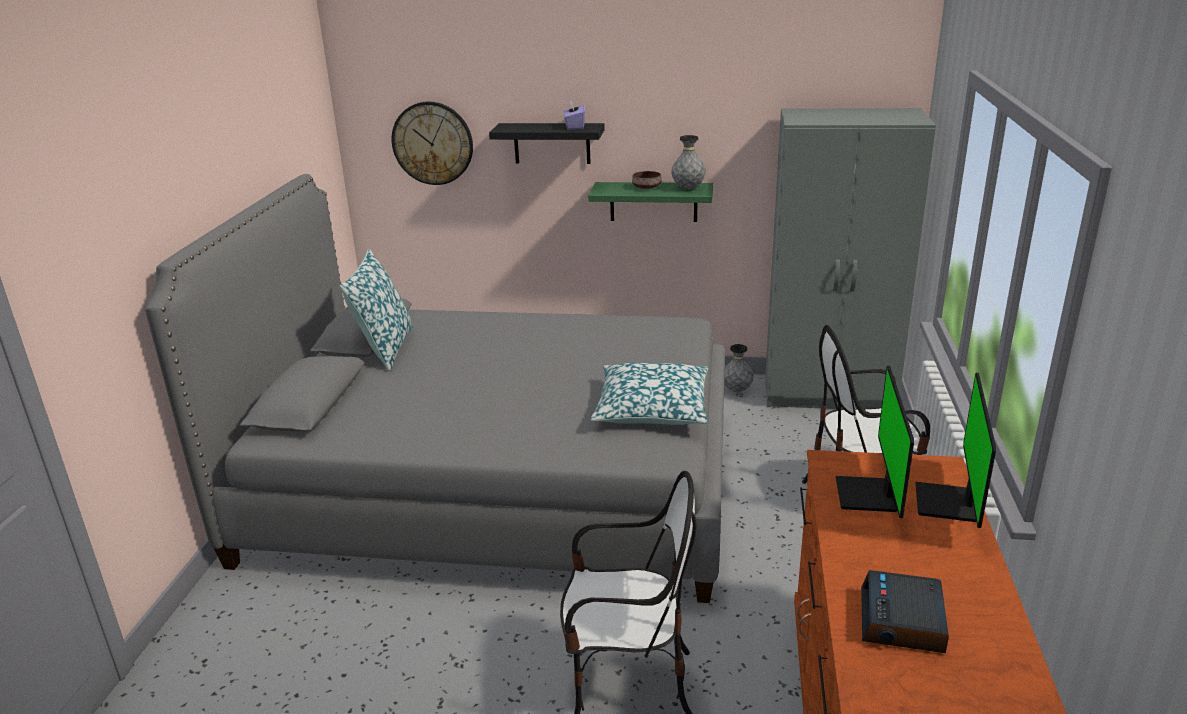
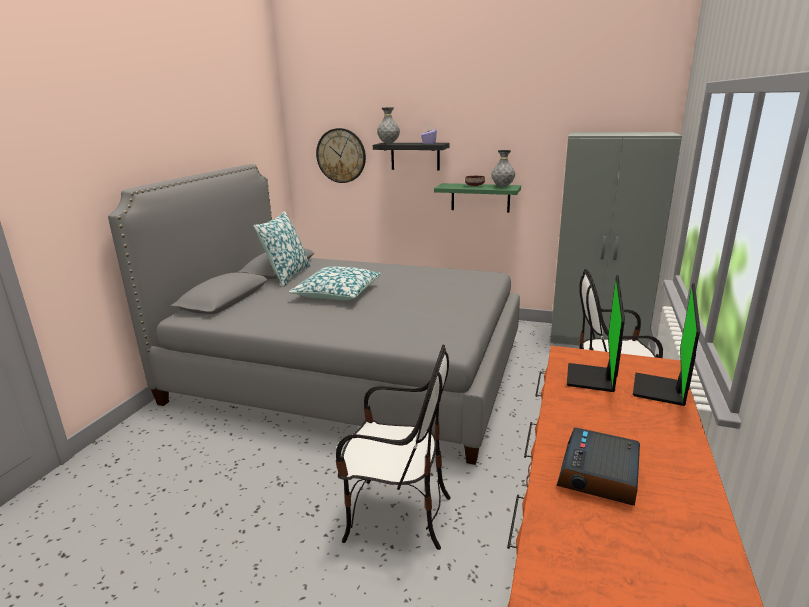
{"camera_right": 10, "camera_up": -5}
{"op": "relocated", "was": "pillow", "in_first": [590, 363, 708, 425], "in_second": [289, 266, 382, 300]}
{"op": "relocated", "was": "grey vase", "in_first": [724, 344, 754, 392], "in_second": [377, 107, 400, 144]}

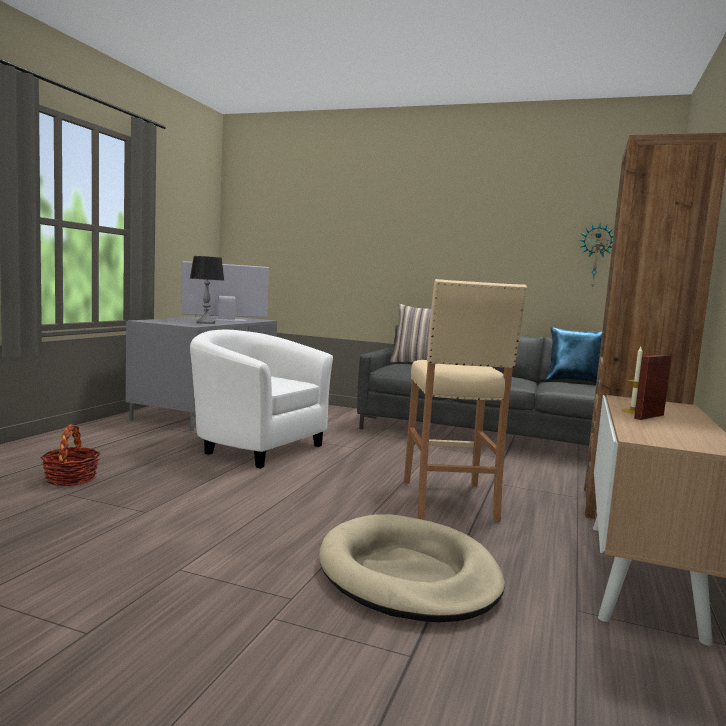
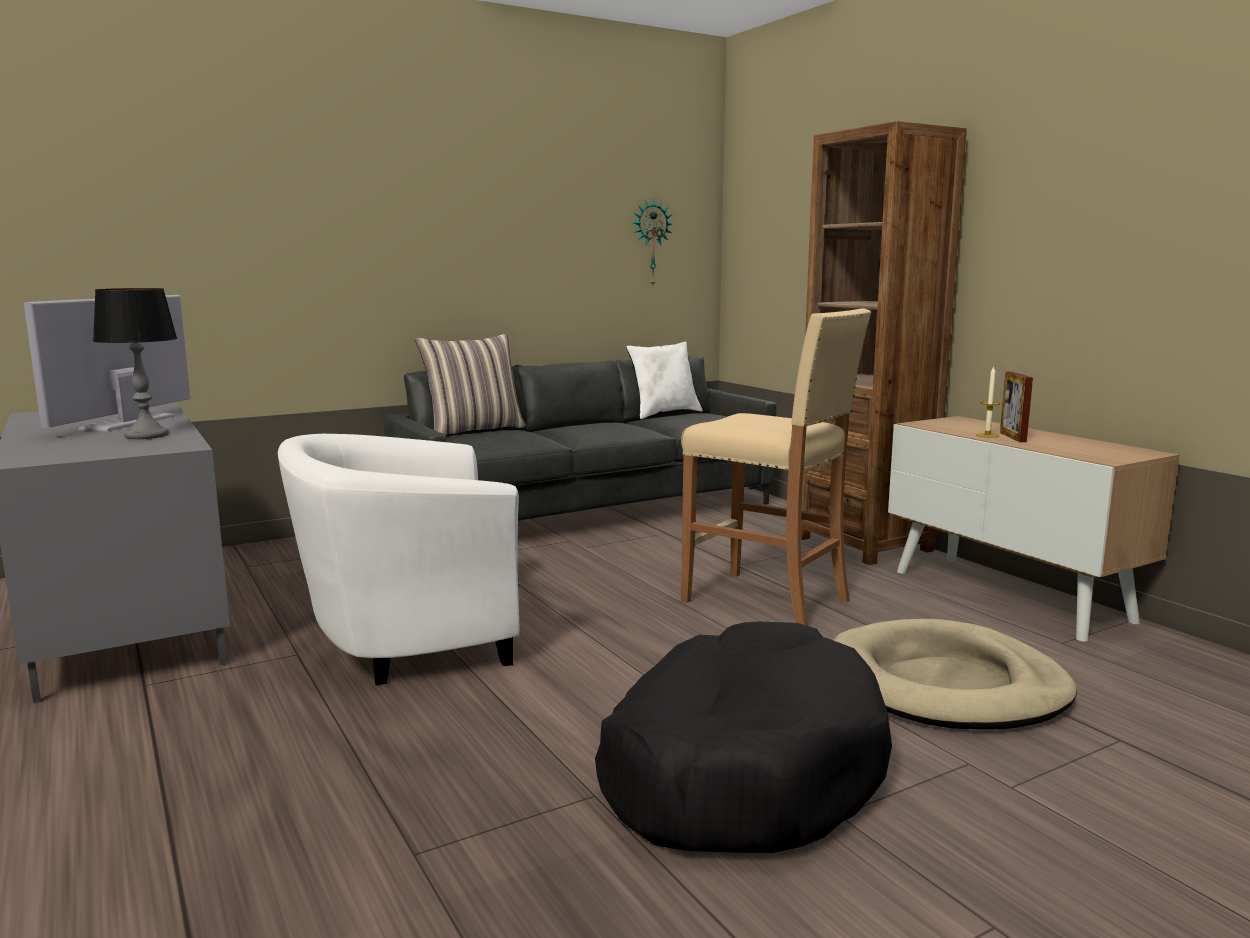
{"camera_right": -50, "camera_up": 5}
{"op": "missing", "was": "basket", "in_first": [40, 424, 101, 486]}
{"op": "colour", "was": "blue pillow", "now": "white pillow", "in_first": [545, 327, 602, 383], "in_second": [626, 341, 703, 419]}
{"op": "appeared", "now": "black dog bed", "in_second": [595, 622, 892, 853]}

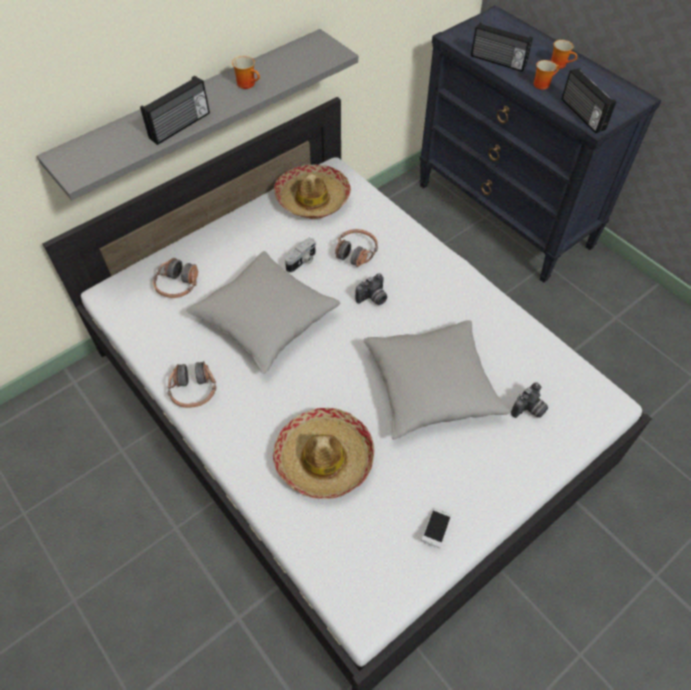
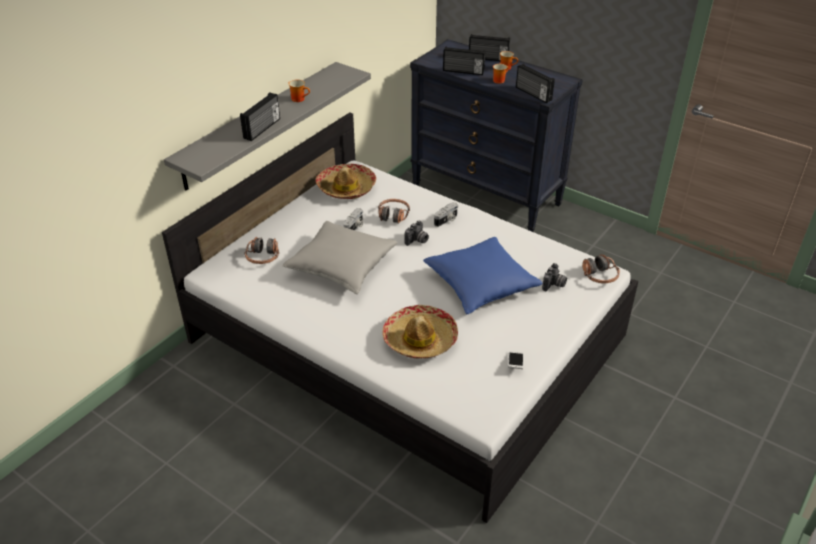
{"camera_right": -15, "camera_up": -15}
{"op": "relocated", "was": "headphones", "in_first": [168, 361, 216, 408], "in_second": [582, 254, 620, 284]}
{"op": "colour", "was": "grey pillow", "now": "blue pillow", "in_first": [363, 320, 510, 440], "in_second": [423, 237, 543, 314]}
{"op": "appeared", "now": "photo camera", "in_second": [434, 202, 458, 227]}
{"op": "appeared", "now": "radio", "in_second": [469, 34, 510, 61]}

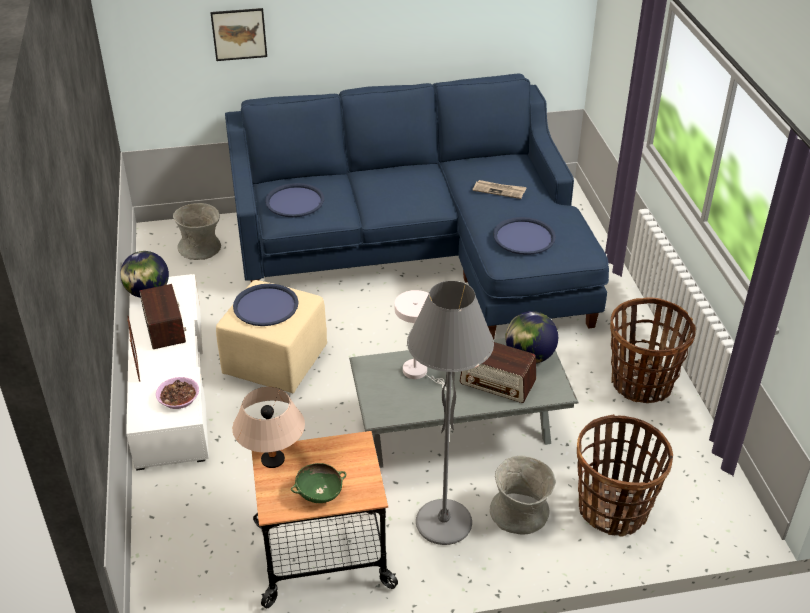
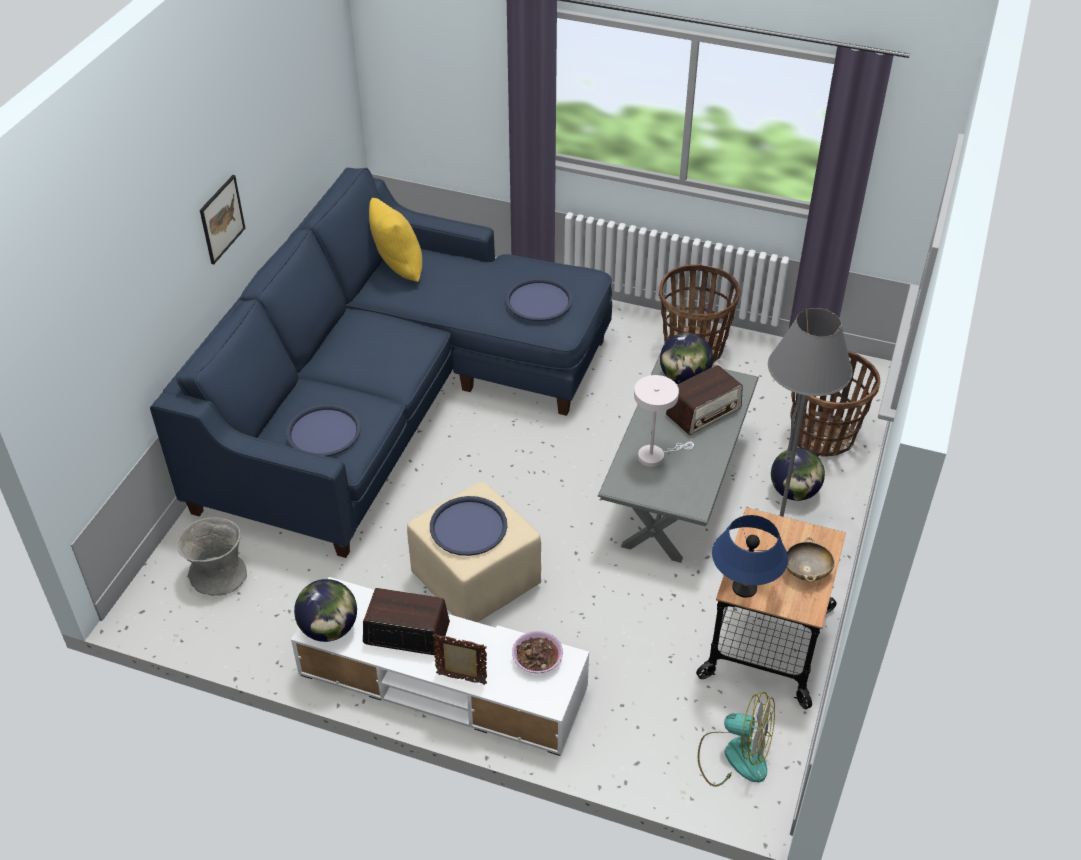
{"camera_right": -60, "camera_up": 5}
{"op": "relocated", "was": "picture", "in_first": [210, 8, 267, 61], "in_second": [200, 175, 245, 264]}
{"op": "colour", "was": "beige table lamp", "now": "blue table lamp", "in_first": [233, 387, 305, 468], "in_second": [712, 515, 788, 598]}
{"op": "colour", "was": "green bowl", "now": "beige bowl", "in_first": [291, 463, 346, 503], "in_second": [787, 537, 835, 582]}
{"op": "missing", "was": "newspaper", "in_first": [472, 180, 527, 199]}
{"op": "exchanged", "was": "grey vase", "now": "globe", "in_first": [490, 456, 555, 535], "in_second": [771, 448, 825, 501]}
{"op": "appeared", "now": "yellow pillow", "in_second": [369, 198, 422, 282]}
{"op": "appeared", "now": "fan", "in_second": [698, 692, 775, 787]}

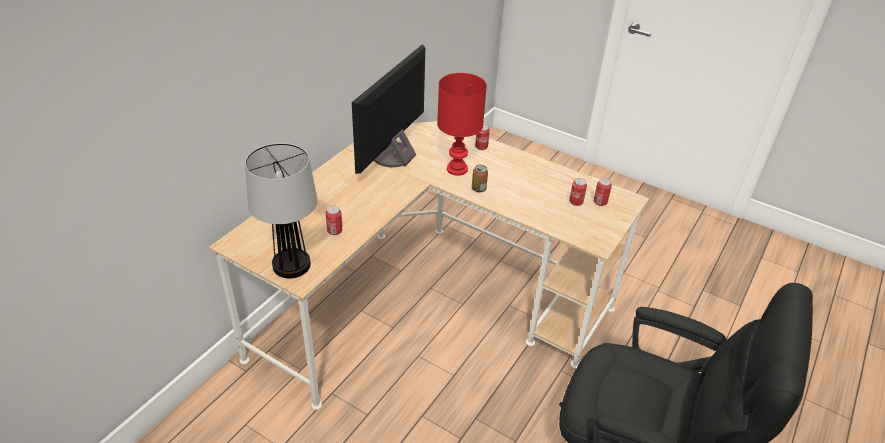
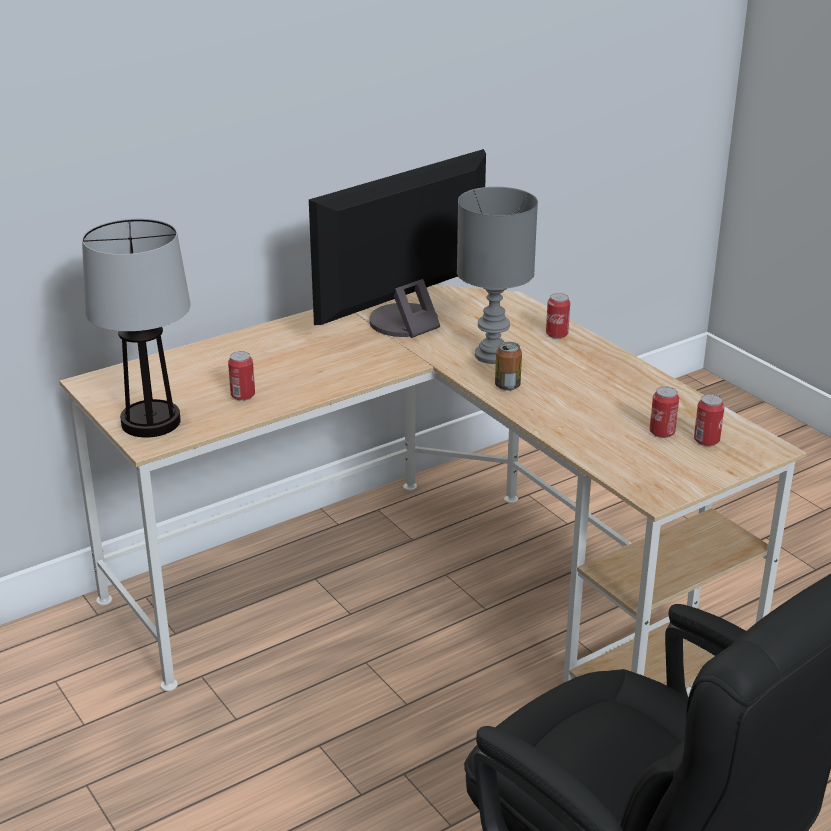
{"camera_right": 25, "camera_up": -10}
{"op": "colour", "was": "red table lamp", "now": "grey table lamp", "in_first": [437, 73, 487, 176], "in_second": [457, 187, 538, 364]}

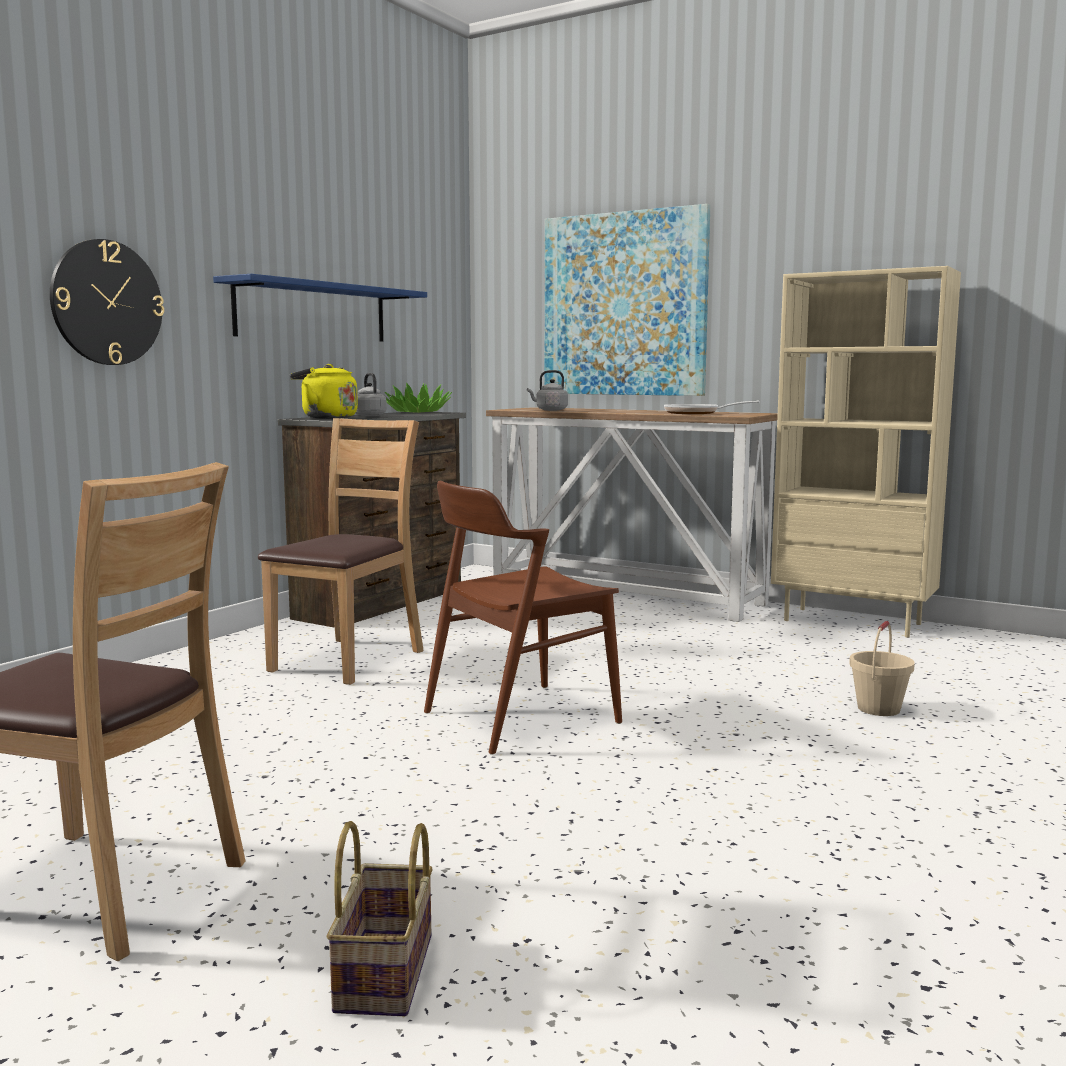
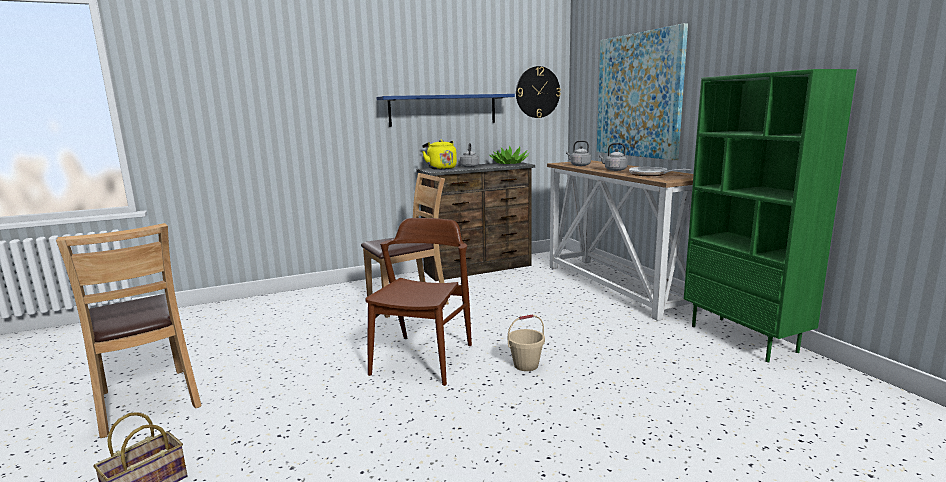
{"camera_right": 35, "camera_up": 5}
{"op": "relocated", "was": "wall clock", "in_first": [50, 239, 164, 365], "in_second": [516, 66, 561, 118]}
{"op": "spun", "was": "brown chair", "in_first": [424, 481, 622, 754], "in_second": [365, 218, 472, 386], "clockwise": 105}
{"op": "colour", "was": "beige bookcase", "now": "green bookcase", "in_first": [771, 266, 961, 638], "in_second": [684, 69, 857, 362]}
{"op": "relocated", "was": "beige bucket", "in_first": [849, 621, 915, 716], "in_second": [508, 314, 545, 371]}
{"op": "appeared", "now": "grey kettle", "in_second": [599, 143, 628, 171]}

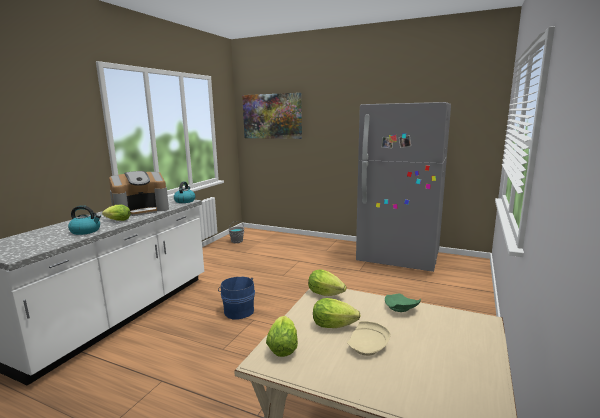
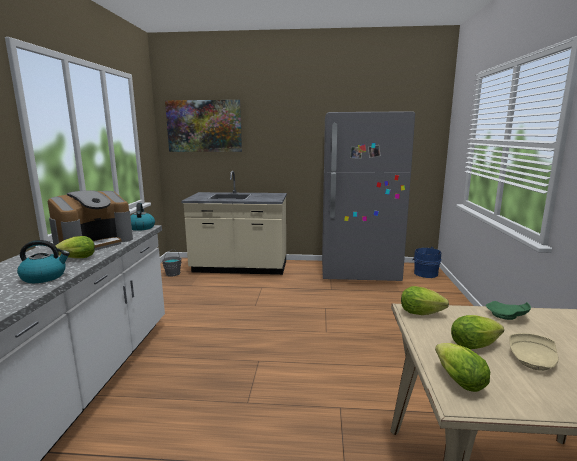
{"camera_right": -20, "camera_up": 0}
{"op": "relocated", "was": "blue bucket", "in_first": [218, 277, 255, 320], "in_second": [412, 247, 441, 278]}
{"op": "appeared", "now": "beige counter", "in_second": [181, 171, 287, 275]}

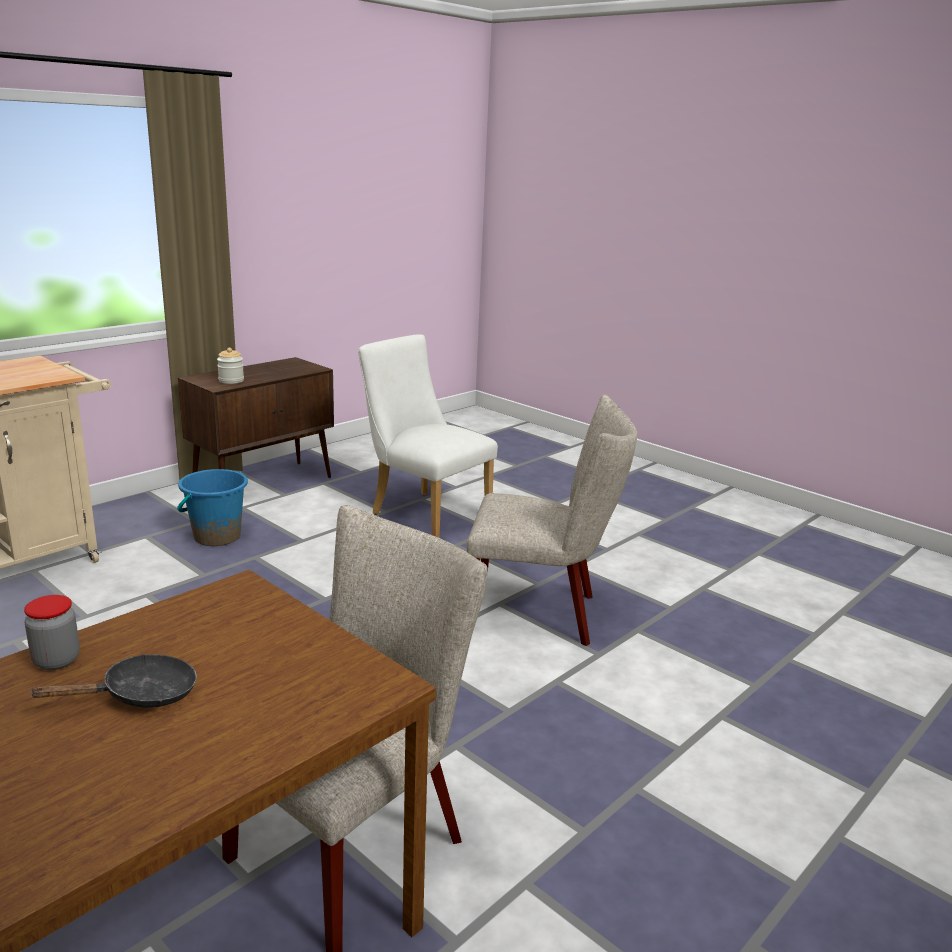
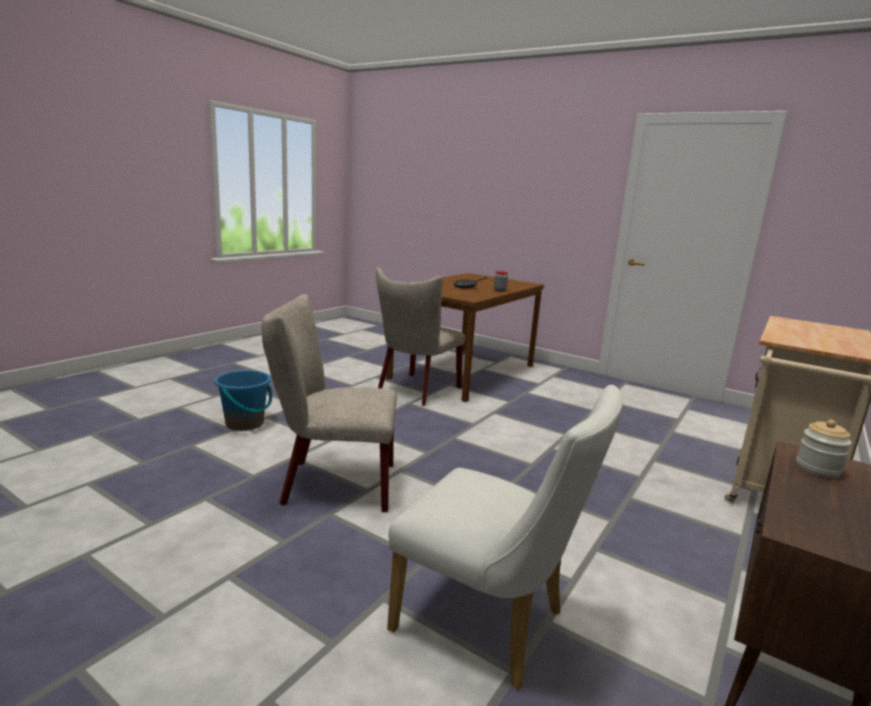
{"camera_right": 170, "camera_up": -5}
{"op": "relocated", "was": "blue bucket", "in_first": [177, 469, 248, 546], "in_second": [215, 370, 272, 431]}

